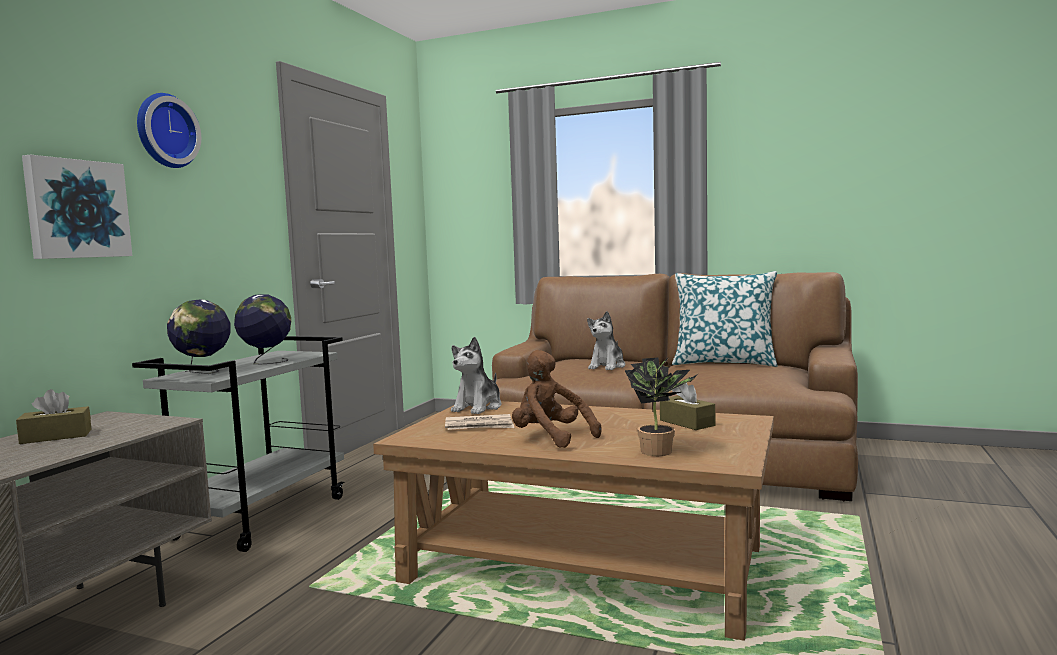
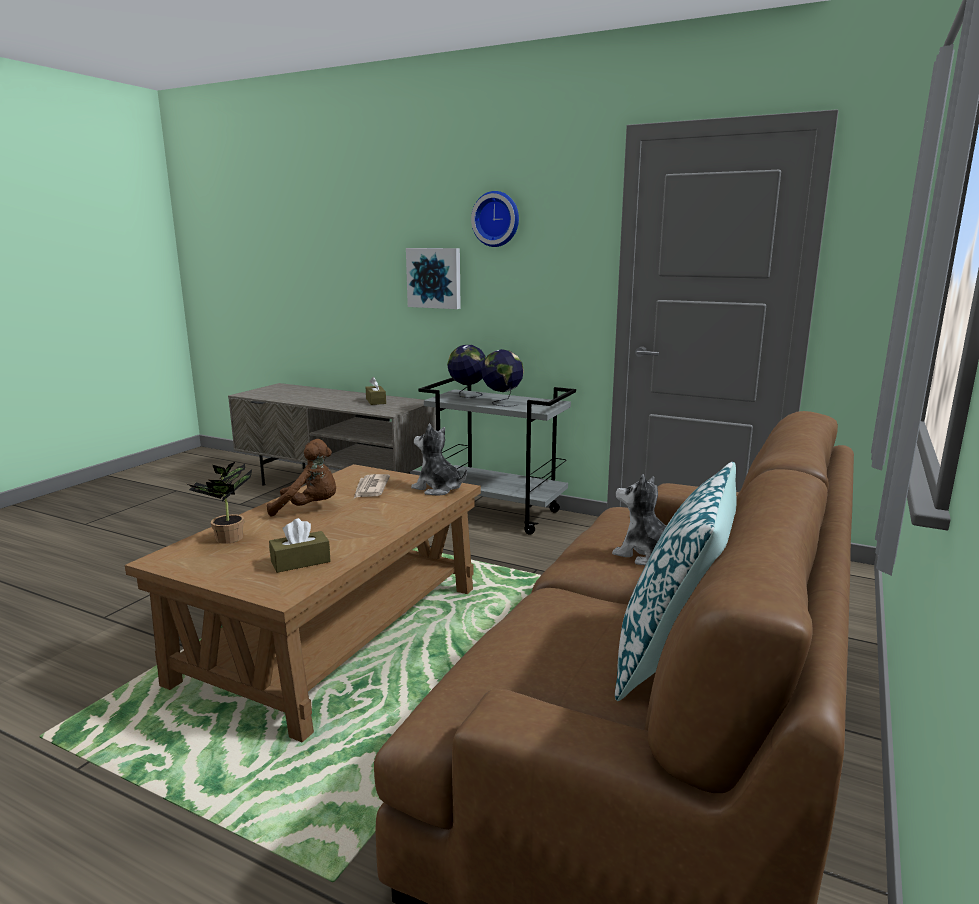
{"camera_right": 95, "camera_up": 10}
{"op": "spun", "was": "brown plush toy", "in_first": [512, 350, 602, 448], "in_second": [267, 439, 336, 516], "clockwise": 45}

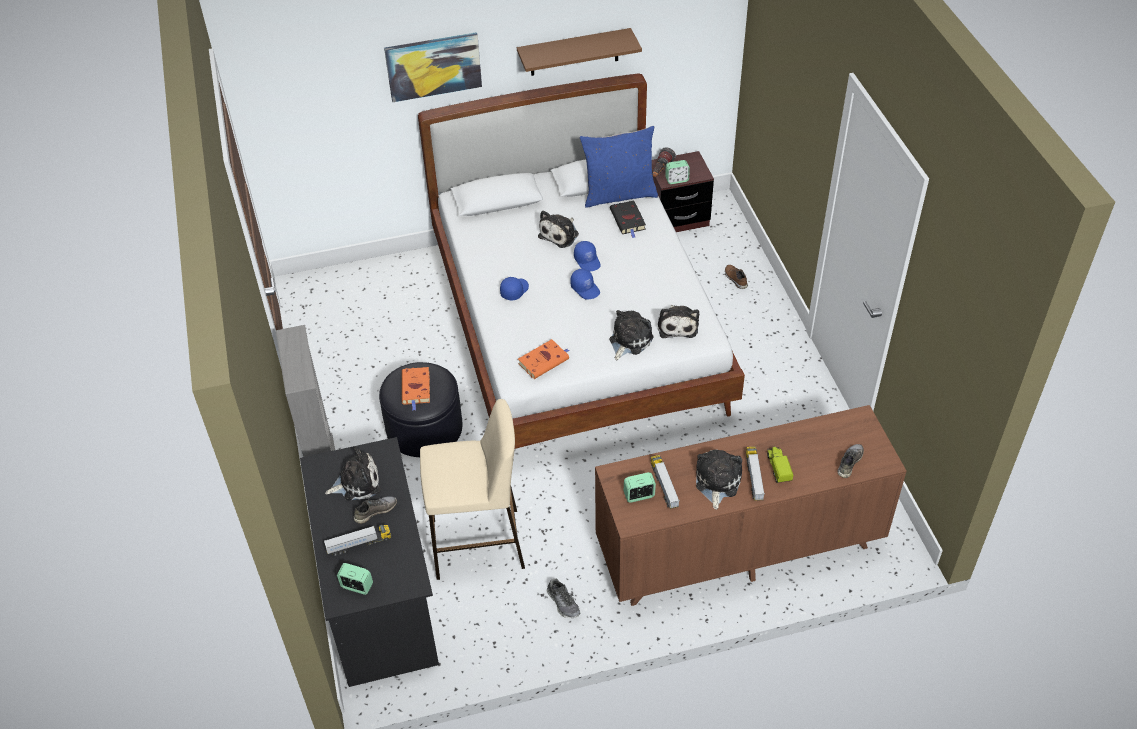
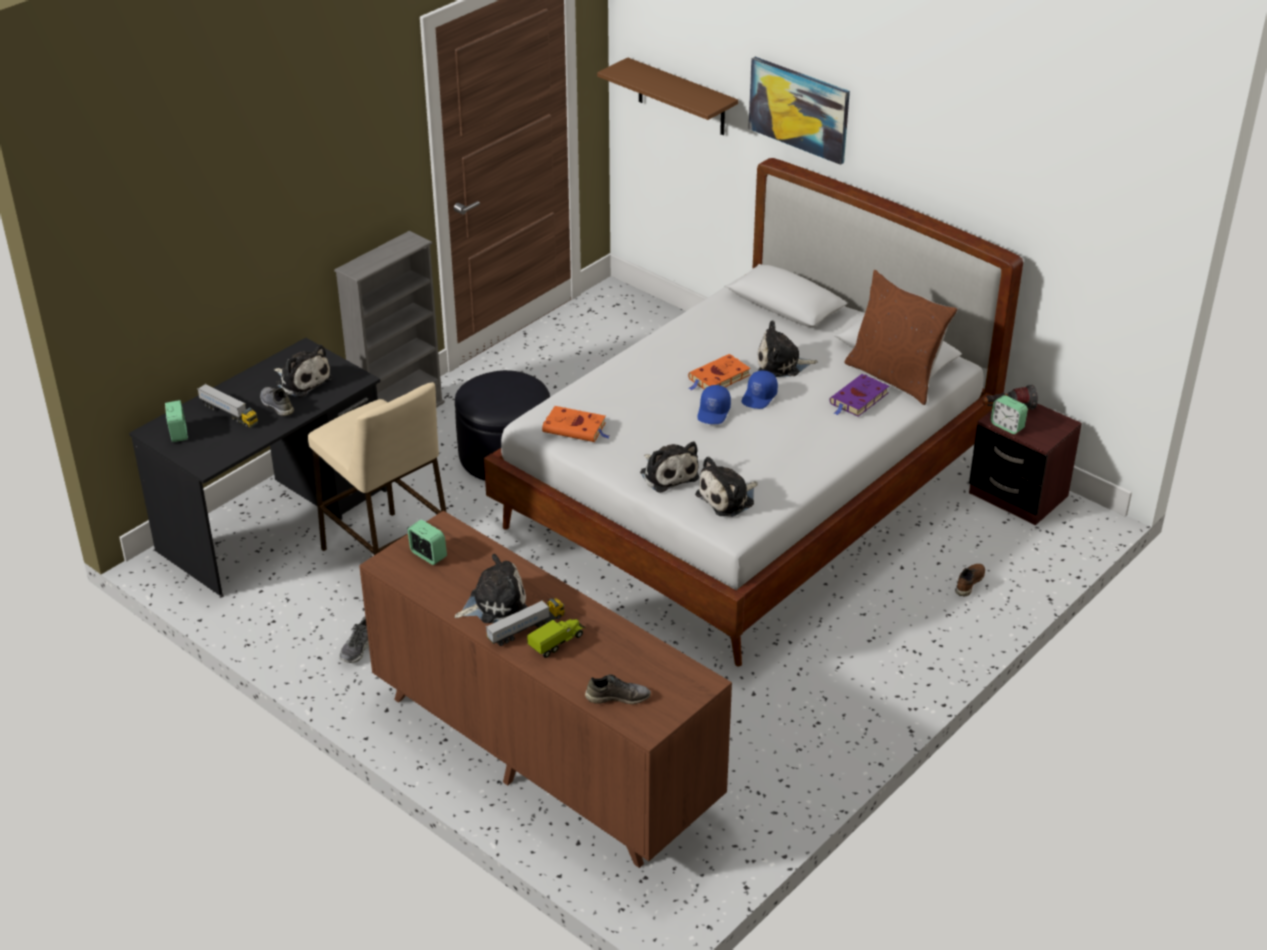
{"camera_right": 55, "camera_up": -10}
{"op": "spun", "was": "grey shoe", "in_first": [353, 496, 397, 524], "in_second": [260, 387, 294, 416], "clockwise": -150}
{"op": "relocated", "was": "orange book", "in_first": [402, 367, 430, 411], "in_second": [688, 354, 751, 390]}
{"op": "missing", "was": "blue cap", "in_first": [500, 277, 529, 301]}
{"op": "relocated", "was": "brown shelf", "in_first": [517, 28, 642, 76], "in_second": [597, 57, 738, 135]}
{"op": "colour", "was": "blue pillow", "now": "brown pillow", "in_first": [580, 126, 658, 208], "in_second": [844, 270, 958, 405]}
{"op": "colour", "was": "black book", "now": "purple book", "in_first": [610, 201, 646, 238], "in_second": [829, 374, 889, 417]}
{"op": "spun", "was": "plush toy", "in_first": [610, 310, 654, 360], "in_second": [640, 442, 699, 493], "clockwise": 60}
{"op": "missing", "was": "toy truck", "in_first": [650, 455, 680, 509]}

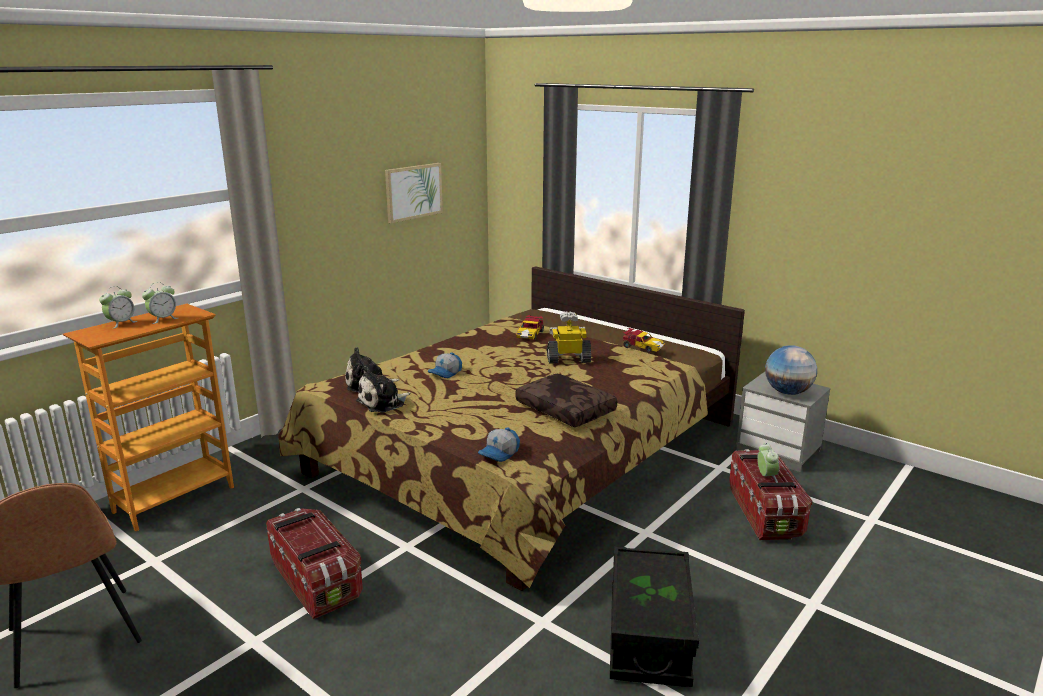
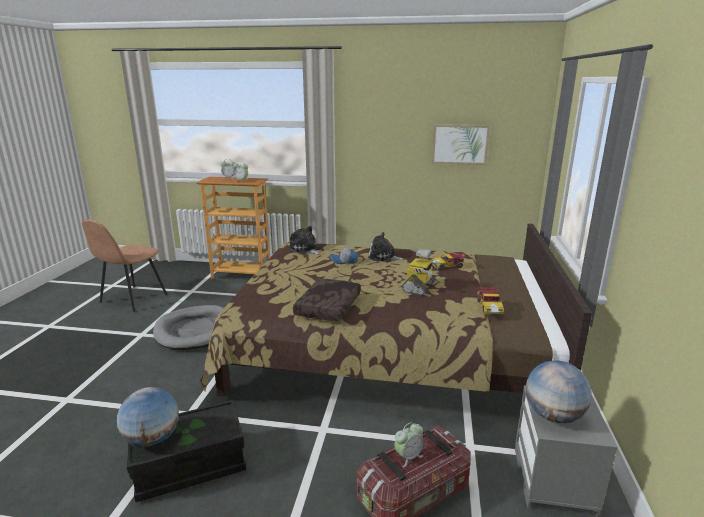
{"camera_right": 60, "camera_up": 0}
{"op": "exchanged", "was": "storage box", "now": "grey dog bed", "in_first": [266, 508, 363, 619], "in_second": [153, 305, 224, 350]}
{"op": "relocated", "was": "plush toy", "in_first": [356, 366, 411, 413], "in_second": [368, 232, 406, 262]}
{"op": "missing", "was": "cap", "in_first": [478, 427, 520, 462]}
{"op": "spun", "was": "toy robot", "in_first": [547, 311, 591, 364], "in_second": [402, 249, 440, 296], "clockwise": 60}
{"op": "appeared", "now": "globe", "in_second": [117, 387, 179, 448]}

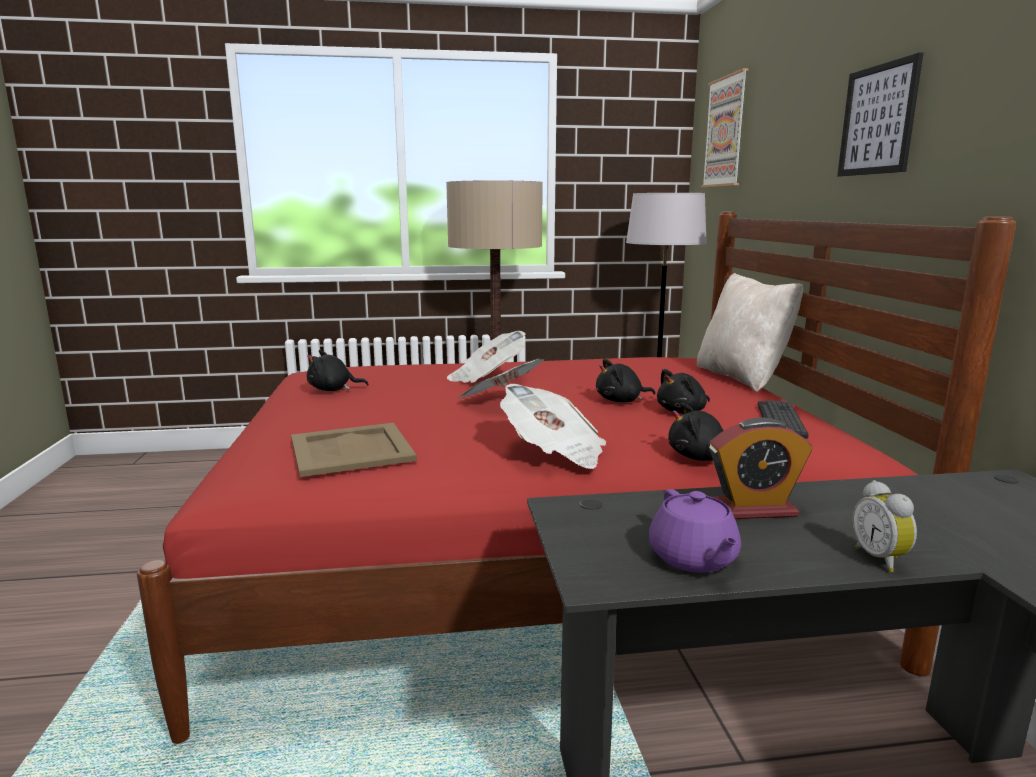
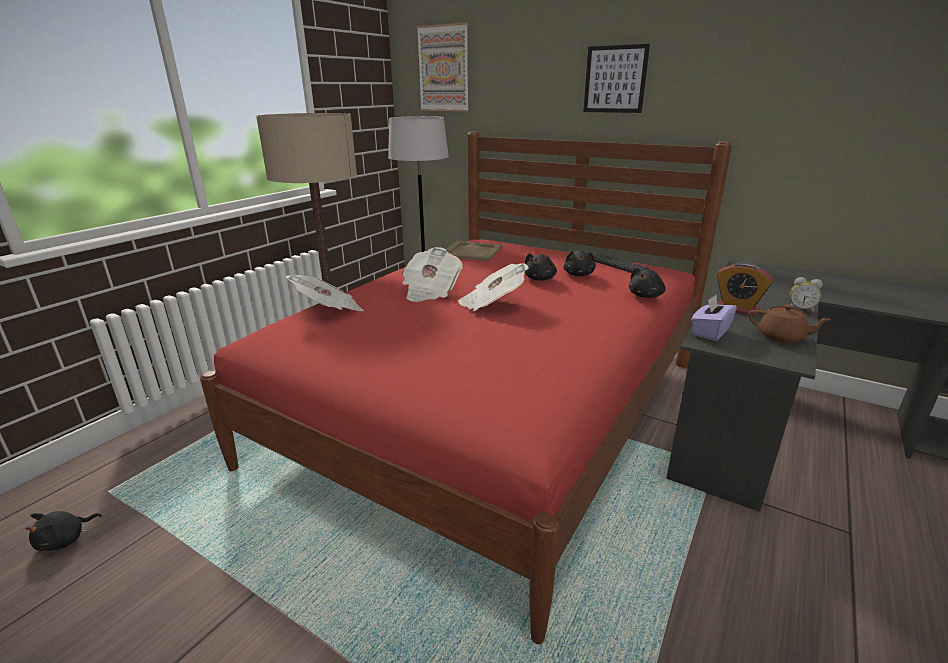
{"camera_right": -50, "camera_up": 10}
{"op": "relocated", "was": "beige tray", "in_first": [291, 423, 417, 477], "in_second": [446, 241, 503, 261]}
{"op": "relocated", "was": "black plush toy", "in_first": [307, 350, 369, 391], "in_second": [25, 511, 102, 551]}
{"op": "relocated", "was": "newspaper", "in_first": [500, 384, 606, 469], "in_second": [286, 275, 364, 311]}
{"op": "colour", "was": "purple teapot", "now": "brown teapot", "in_first": [649, 489, 741, 573], "in_second": [748, 304, 832, 343]}
{"op": "missing", "was": "beige pillow", "in_first": [697, 273, 803, 392]}
{"op": "spun", "was": "alarm clock", "in_first": [709, 417, 813, 519], "in_second": [717, 262, 773, 316], "clockwise": 90}
{"op": "appeared", "now": "purple tissue box", "in_second": [691, 295, 737, 341]}

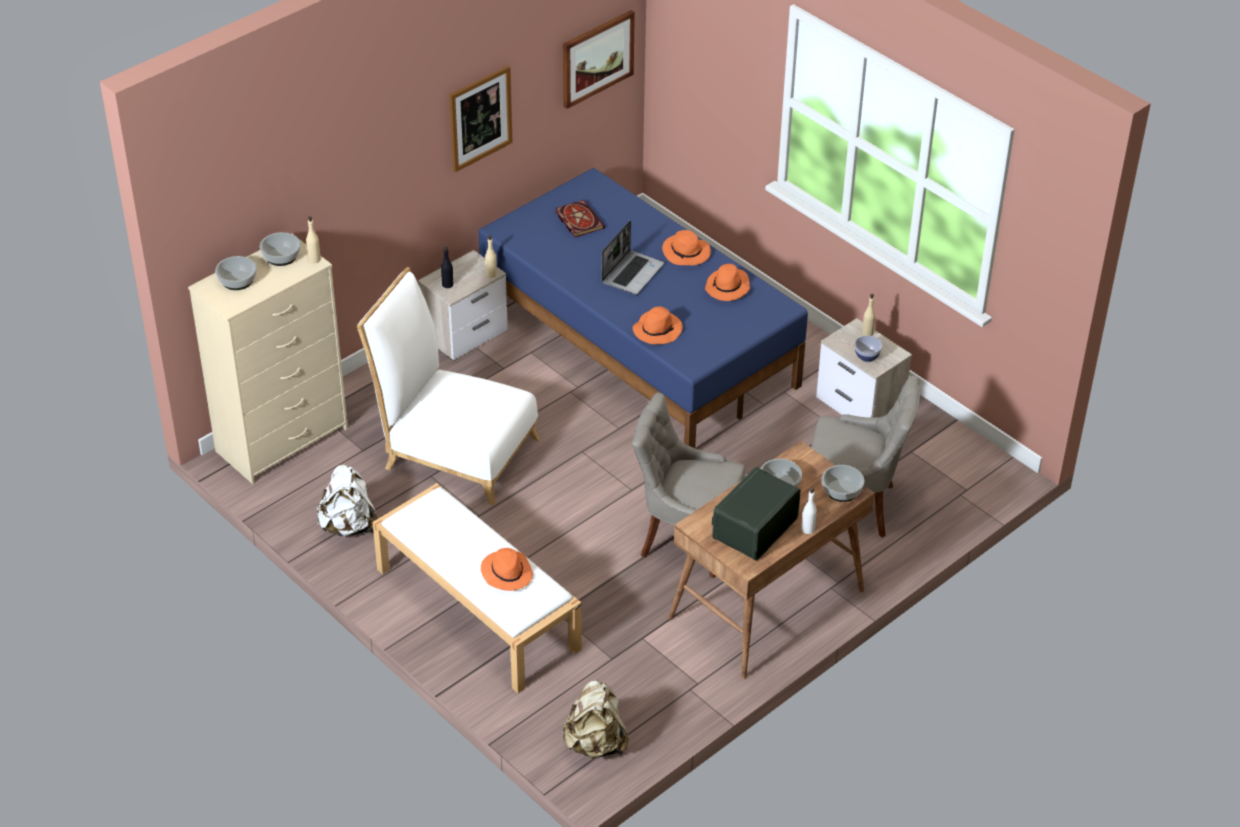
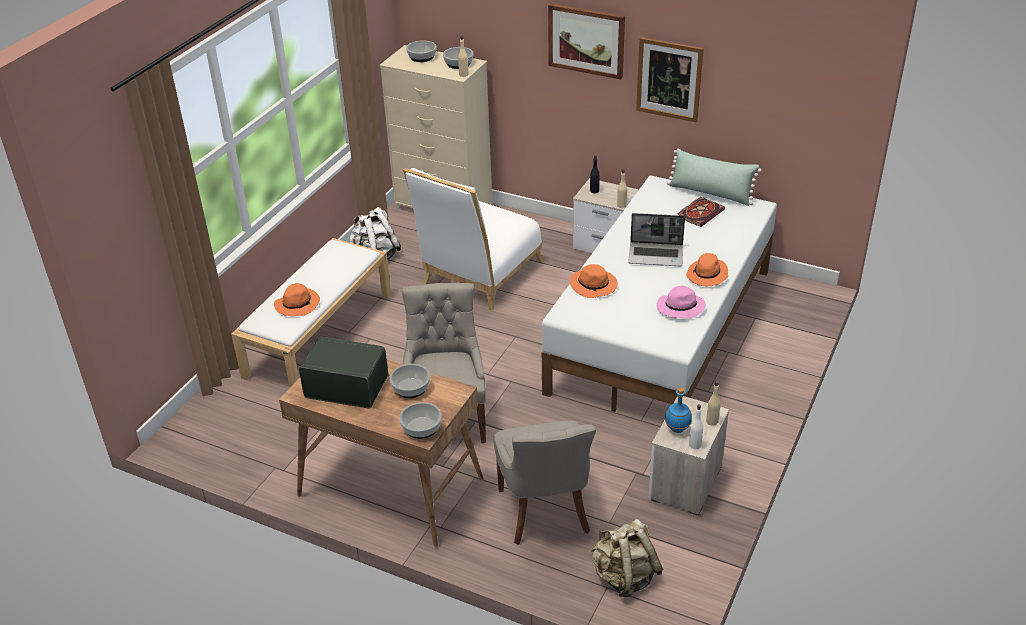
{"camera_right": 70, "camera_up": -5}
{"op": "spun", "was": "white chair", "in_first": [357, 267, 540, 505], "in_second": [403, 168, 544, 311], "clockwise": -150}
{"op": "colour", "was": "blue bed", "now": "white bed", "in_first": [478, 168, 808, 448], "in_second": [542, 175, 777, 412]}
{"op": "relocated", "was": "beige backpack", "in_first": [562, 680, 628, 759], "in_second": [591, 519, 663, 597]}
{"op": "relocated", "was": "picture", "in_first": [563, 10, 635, 109], "in_second": [548, 3, 625, 80]}
{"op": "colour", "was": "orange hat", "now": "pink hat", "in_first": [705, 264, 750, 301], "in_second": [656, 286, 706, 319]}
{"op": "relocated", "was": "white bottle", "in_first": [802, 488, 817, 534], "in_second": [689, 404, 703, 449]}
{"op": "exchanged", "was": "bowl", "now": "blue bottle", "in_first": [855, 336, 882, 362], "in_second": [665, 388, 692, 433]}
{"op": "appeared", "now": "green pillow", "in_second": [667, 148, 762, 206]}

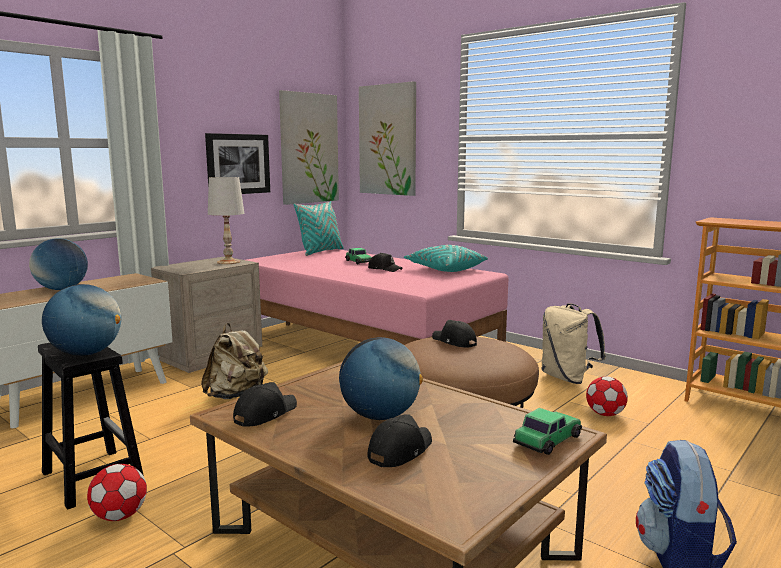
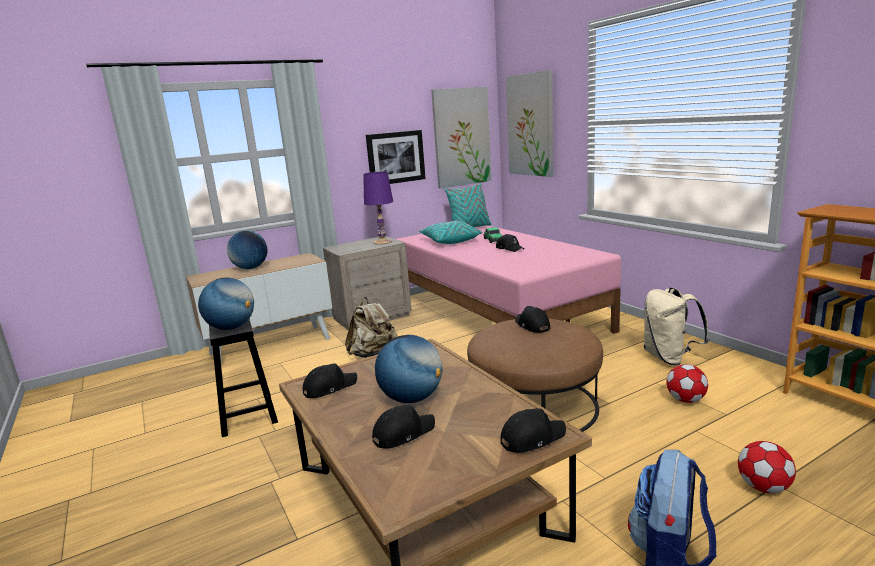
{"camera_right": 20, "camera_up": 5}
{"op": "relocated", "was": "football", "in_first": [87, 464, 147, 521], "in_second": [738, 441, 796, 493]}
{"op": "colour", "was": "white table lamp", "now": "purple table lamp", "in_first": [208, 177, 244, 264], "in_second": [363, 172, 393, 245]}
{"op": "relocated", "was": "turquoise pillow", "in_first": [404, 245, 488, 272], "in_second": [419, 221, 483, 244]}
{"op": "exchanged", "was": "toy car", "now": "black cap", "in_first": [513, 408, 582, 455], "in_second": [501, 408, 566, 453]}

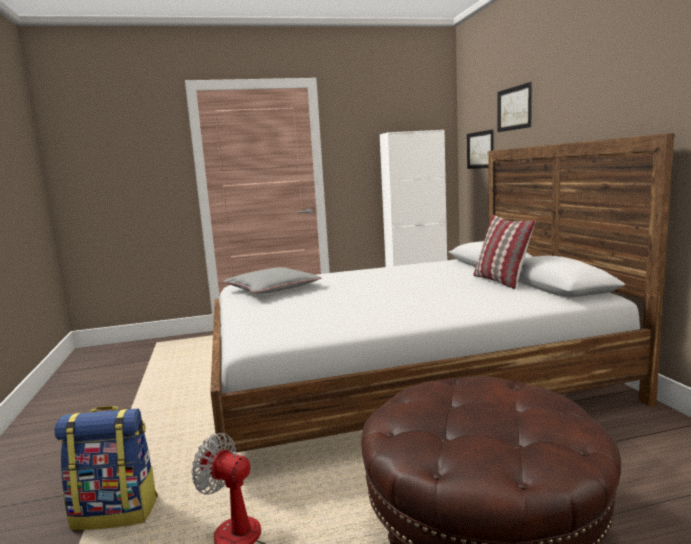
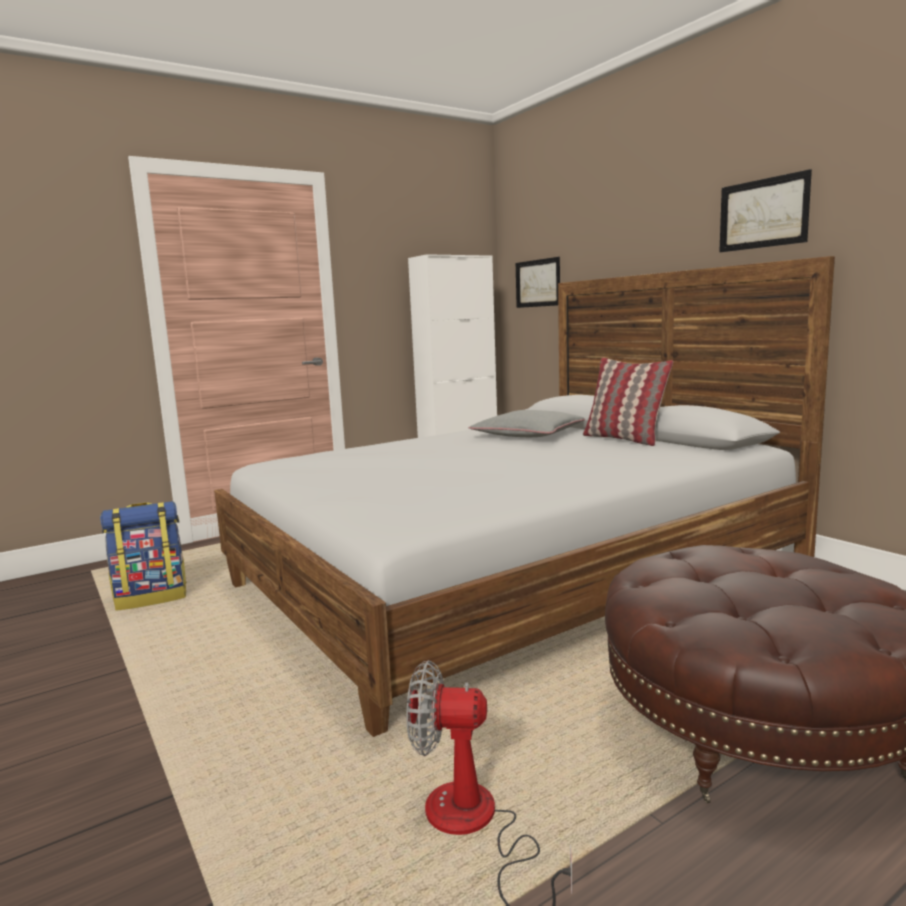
{"camera_right": -20, "camera_up": 0}
{"op": "relocated", "was": "backpack", "in_first": [54, 406, 158, 530], "in_second": [100, 501, 186, 611]}
{"op": "relocated", "was": "grey pillow", "in_first": [223, 267, 322, 294], "in_second": [468, 410, 585, 437]}
{"op": "relocated", "was": "picture", "in_first": [497, 82, 532, 132], "in_second": [719, 169, 812, 252]}

